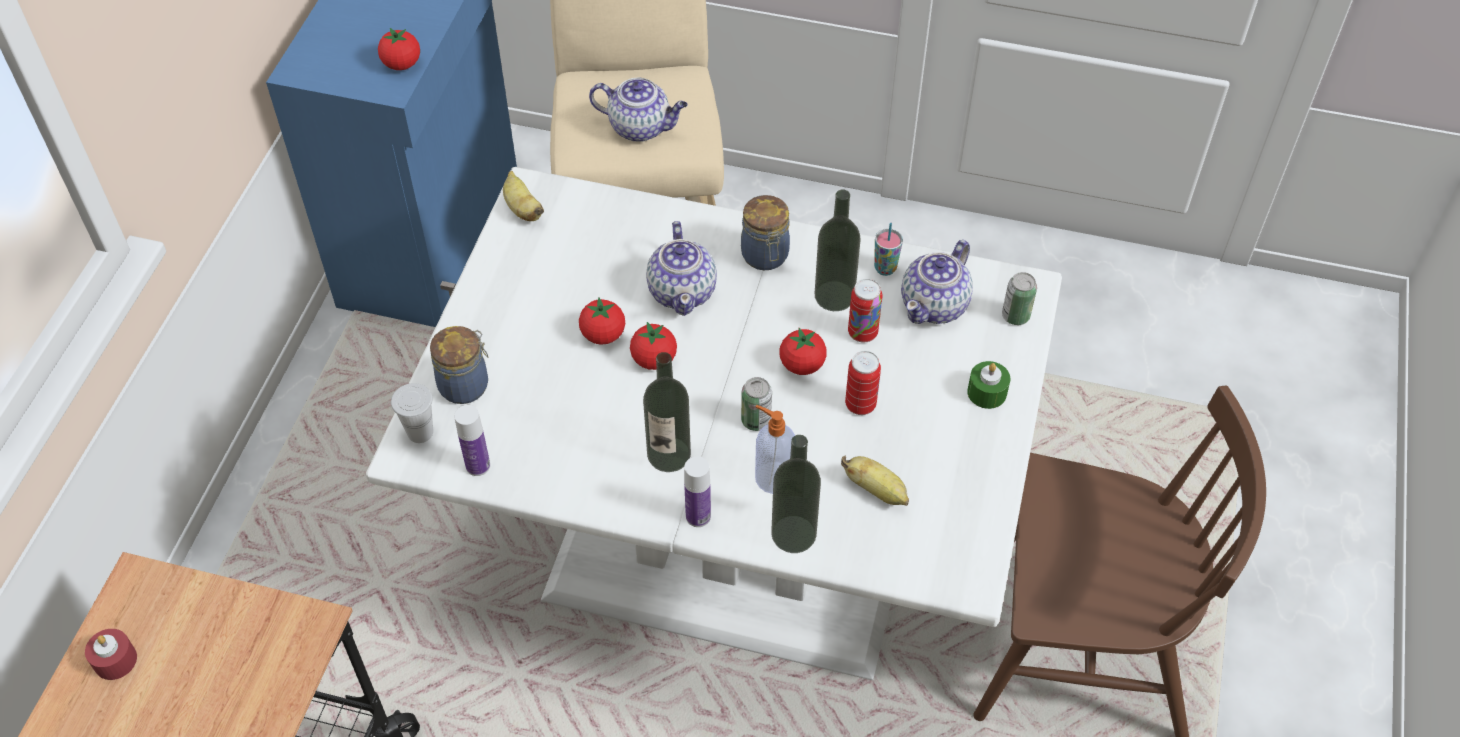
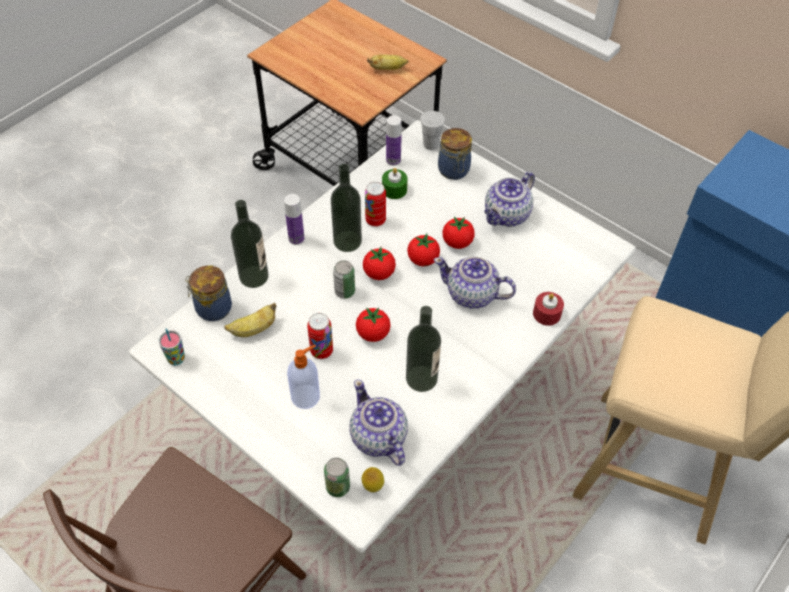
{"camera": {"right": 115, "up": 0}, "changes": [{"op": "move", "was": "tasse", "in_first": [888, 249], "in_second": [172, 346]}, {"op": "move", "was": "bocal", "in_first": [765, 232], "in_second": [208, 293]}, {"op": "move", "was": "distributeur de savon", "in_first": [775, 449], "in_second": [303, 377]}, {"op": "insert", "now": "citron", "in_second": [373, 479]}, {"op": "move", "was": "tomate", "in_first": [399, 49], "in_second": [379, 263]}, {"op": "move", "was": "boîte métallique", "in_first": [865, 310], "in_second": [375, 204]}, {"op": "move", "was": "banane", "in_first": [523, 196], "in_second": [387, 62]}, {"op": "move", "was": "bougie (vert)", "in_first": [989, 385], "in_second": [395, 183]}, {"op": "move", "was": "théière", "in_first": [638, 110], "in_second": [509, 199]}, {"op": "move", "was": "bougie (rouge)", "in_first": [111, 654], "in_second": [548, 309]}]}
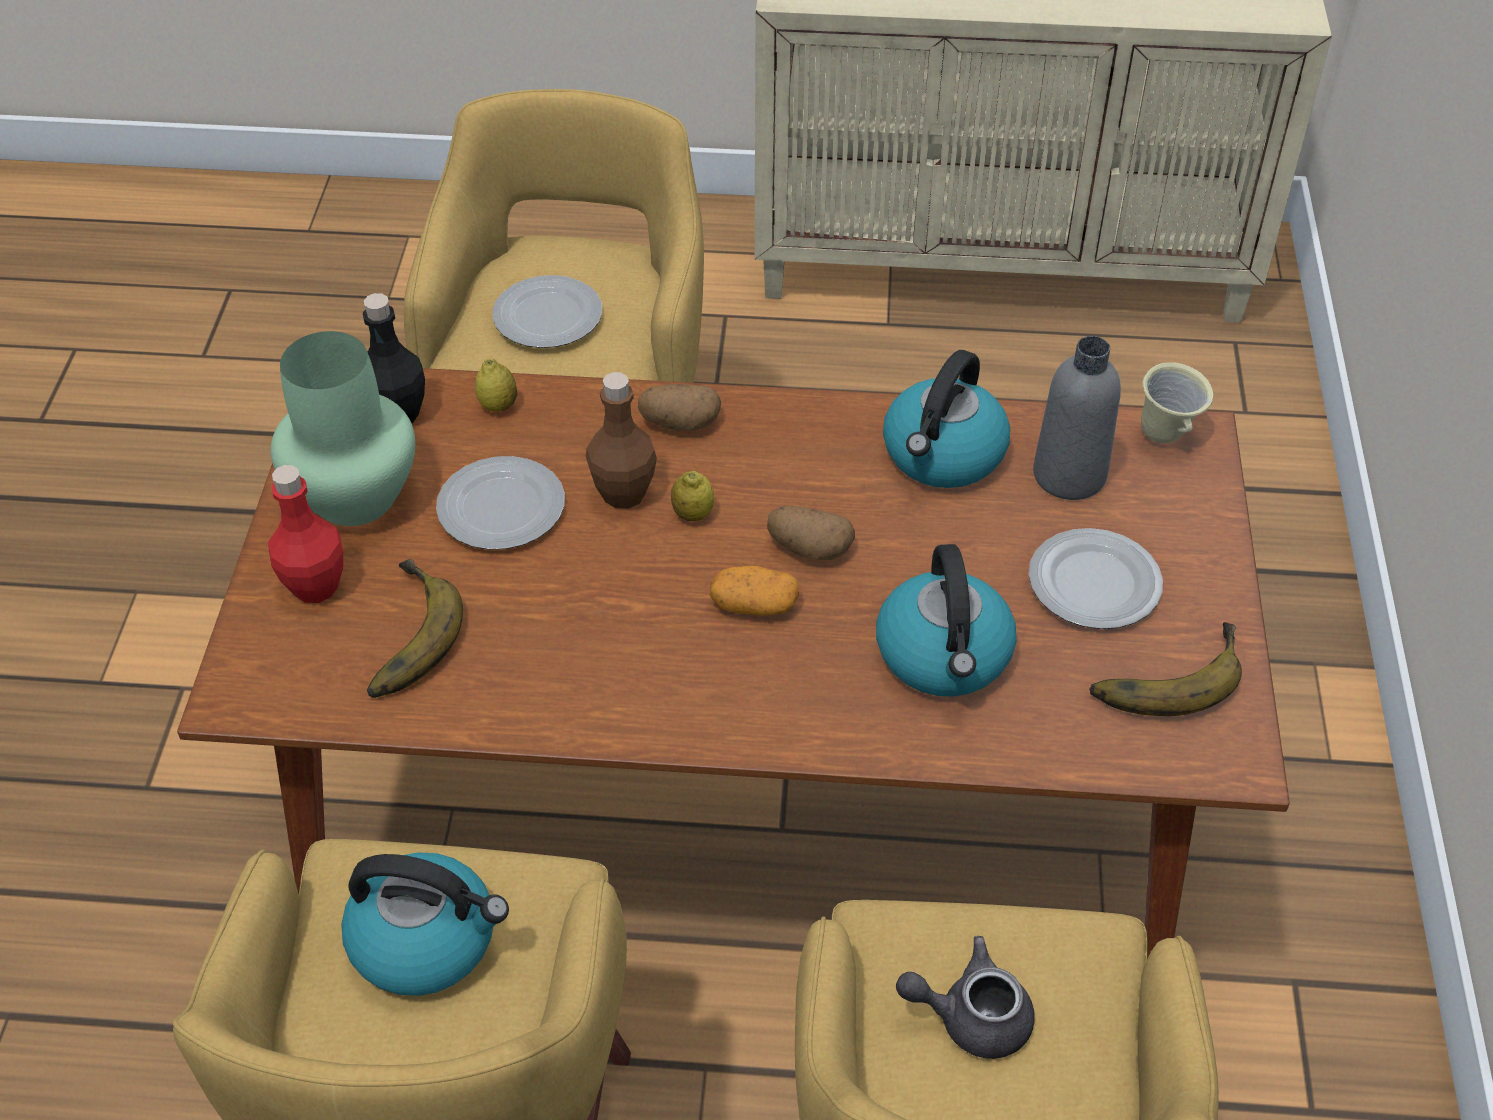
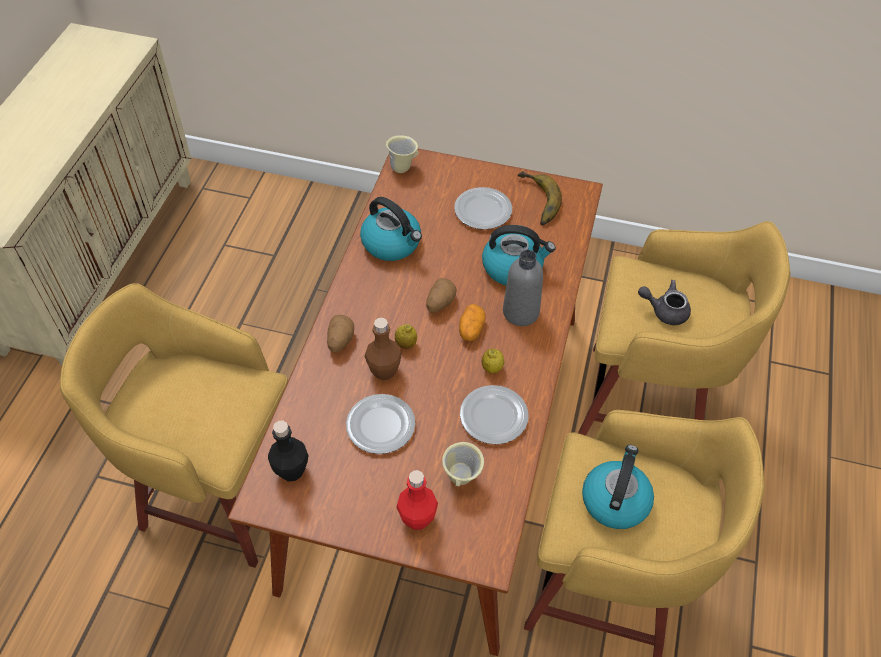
{"camera": {"right": -80, "up": 5}, "changes": [{"op": "replace", "was": "banane", "now": "mug (beige)", "in_first": [415, 628], "in_second": [463, 464]}, {"op": "move", "was": "assiette", "in_first": [547, 311], "in_second": [494, 414]}, {"op": "move", "was": "citron", "in_first": [496, 385], "in_second": [493, 361]}, {"op": "move", "was": "bouteille (gris)", "in_first": [1077, 418], "in_second": [523, 288]}, {"op": "rotate", "was": "théière (gris)", "in_first": [965, 997], "in_second": [664, 302], "clockwise": 90}, {"op": "delete", "was": "vase (vert)", "in_first": [343, 428]}]}
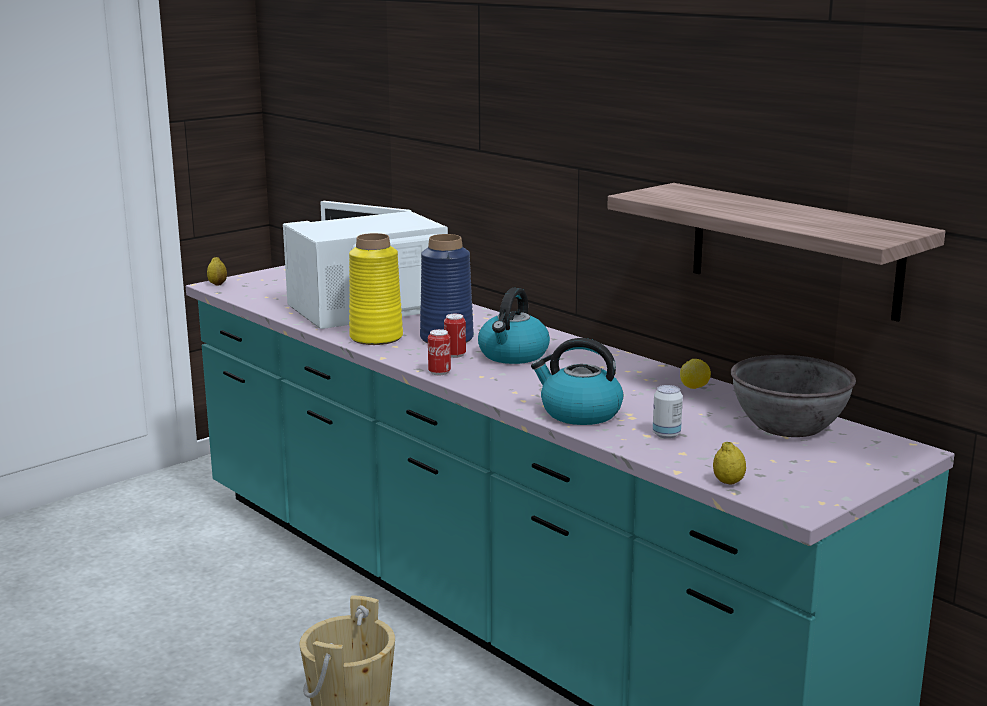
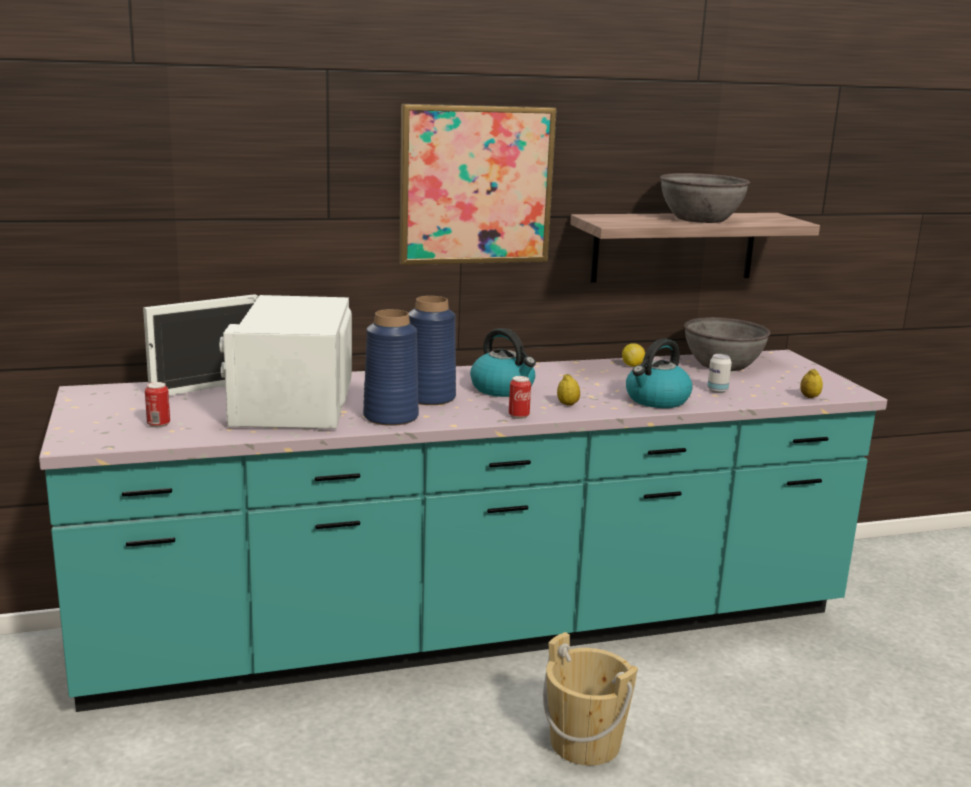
{"camera": {"right": -65, "up": 0}, "changes": [{"op": "move", "was": "boîte métallique", "in_first": [455, 336], "in_second": [157, 405]}, {"op": "recolor", "was": "vase (jaune)", "now": "vase (bleu)", "in_first": [376, 289], "in_second": [391, 367]}, {"op": "insert", "now": "tableau", "in_second": [478, 184]}, {"op": "move", "was": "citron", "in_first": [217, 271], "in_second": [568, 390]}, {"op": "insert", "now": "bol (gris)", "in_second": [705, 198]}]}
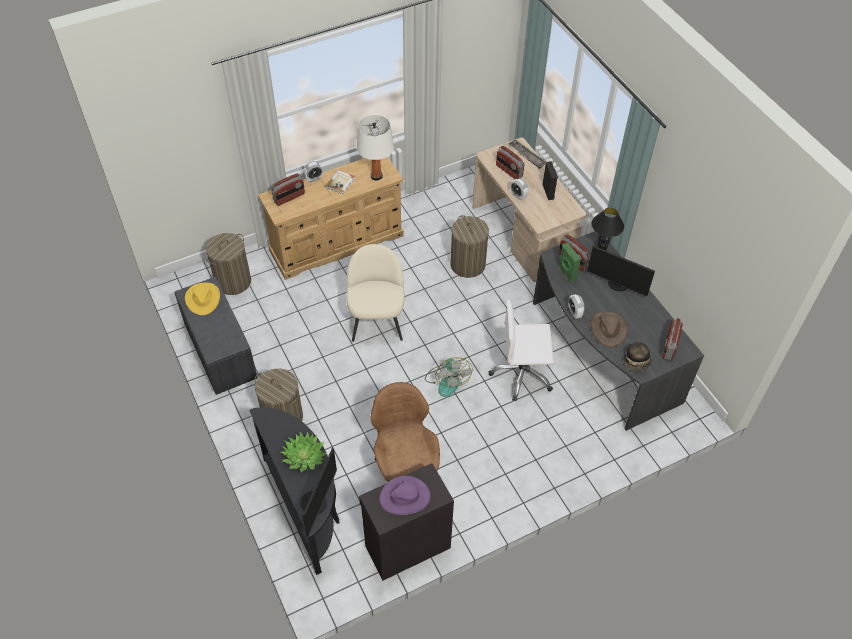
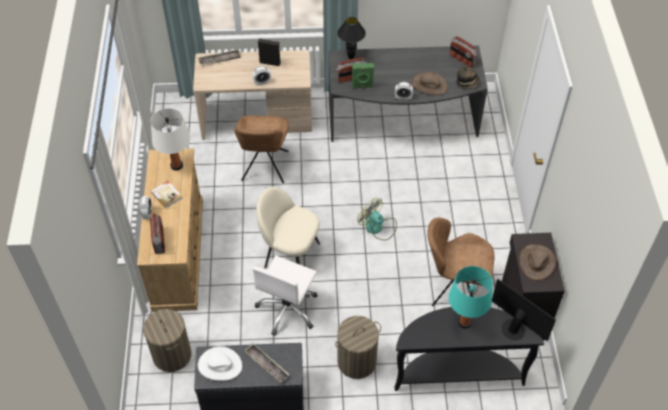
{"camera": {"right": -65, "up": 0}, "changes": [{"op": "recolor", "was": "chapeau (jaune)", "now": "chapeau (blanc)", "in_first": [202, 298], "in_second": [220, 363]}, {"op": "replace", "was": "panier à linge", "now": "chaise (marron)", "in_first": [469, 246], "in_second": [261, 149]}, {"op": "insert", "now": "plateau", "in_second": [266, 363]}, {"op": "move", "was": "chaise de bureau (blanc)", "in_first": [521, 350], "in_second": [285, 296]}, {"op": "rotate", "was": "ventilateur", "in_first": [449, 377], "in_second": [377, 219], "clockwise": -150}, {"op": "replace", "was": "plante en pot", "now": "lampe de table (turquoise)", "in_first": [303, 452], "in_second": [470, 297]}, {"op": "recolor", "was": "chapeau (violet)", "now": "chapeau (marron)", "in_first": [405, 495], "in_second": [537, 262]}, {"op": "delete", "was": "radio", "in_first": [510, 162]}, {"op": "delete", "was": "écran d'ordinateur", "in_first": [621, 270]}]}
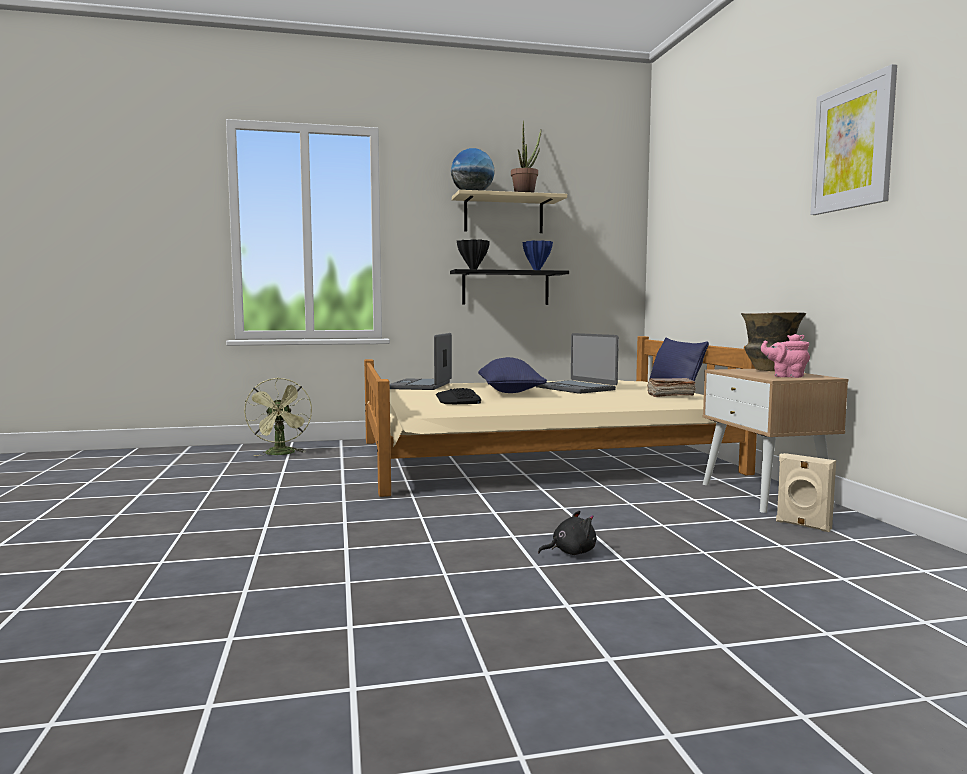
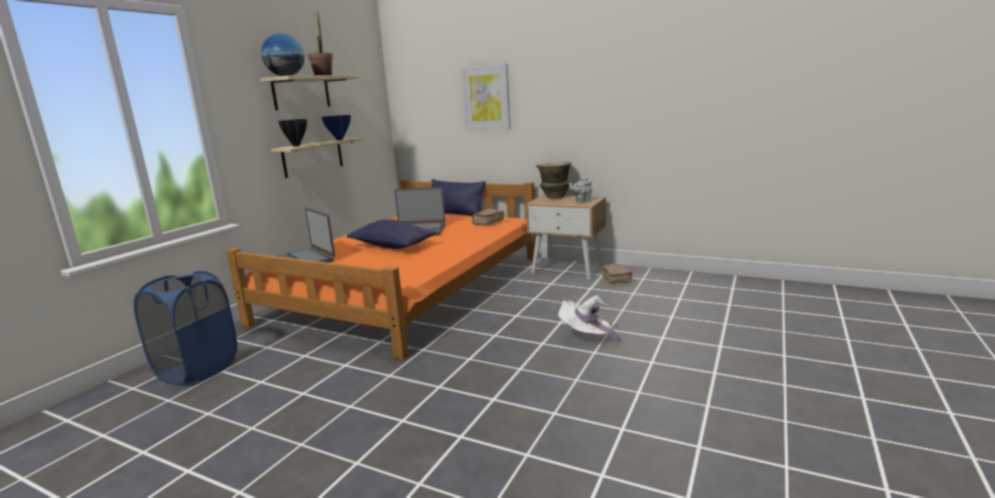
{"camera": {"right": -50, "up": 10}, "changes": [{"op": "replace", "was": "ventilateur (vert)", "now": "panier à linge (bleu)", "in_first": [278, 416], "in_second": [185, 328]}, {"op": "recolor", "was": "lit (beige)", "now": "lit (orange)", "in_first": [560, 416], "in_second": [381, 269]}, {"op": "recolor", "was": "étagère (noir)", "now": "étagère (beige)", "in_first": [509, 287], "in_second": [317, 158]}, {"op": "move", "was": "tableau", "in_first": [854, 139], "in_second": [486, 97]}, {"op": "replace", "was": "peluche (noir)", "now": "chapeau (blanc)", "in_first": [567, 533], "in_second": [590, 319]}, {"op": "recolor", "was": "théière (rose)", "now": "théière (gris)", "in_first": [785, 356], "in_second": [581, 190]}, {"op": "replace", "was": "enceinte (beige)", "now": "livre (marron)", "in_first": [806, 492], "in_second": [617, 274]}, {"op": "delete", "was": "clavier", "in_first": [458, 396]}]}
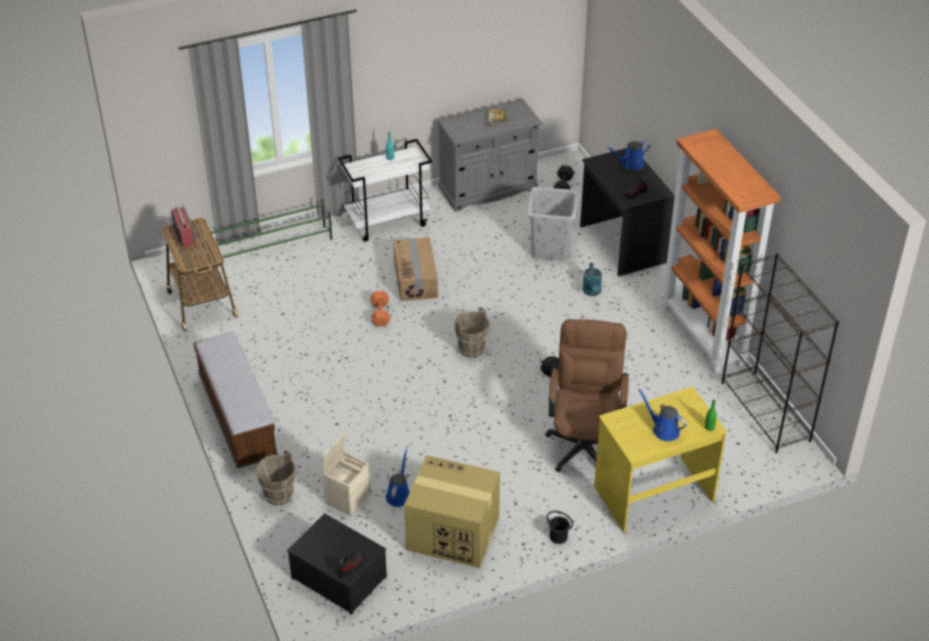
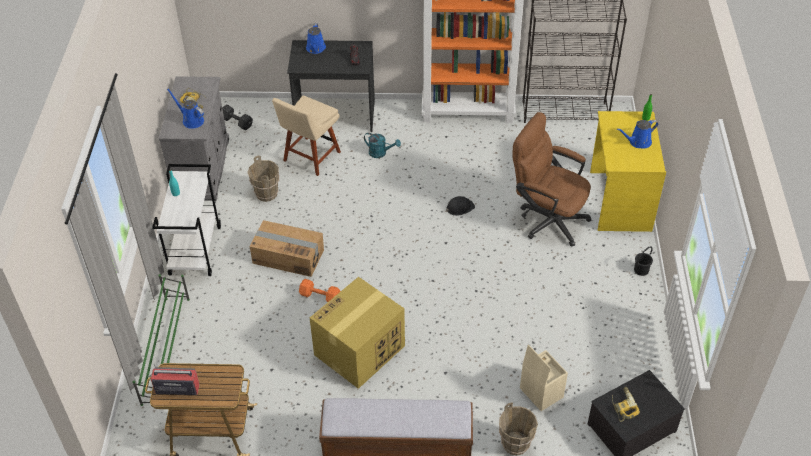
{"camera": {"right": -65, "up": 5}, "changes": [{"op": "move", "was": "arrosoir (bleu)", "in_first": [397, 478], "in_second": [185, 108]}, {"op": "move", "was": "seau (marron)", "in_first": [471, 332], "in_second": [263, 179]}, {"op": "replace", "was": "panier à linge (gris)", "now": "chaise (beige)", "in_first": [553, 223], "in_second": [306, 136]}, {"op": "move", "was": "carton", "in_first": [452, 511], "in_second": [357, 333]}, {"op": "insert", "now": "perceuse", "in_second": [626, 404]}, {"op": "delete", "was": "chaussure", "in_first": [350, 565]}]}
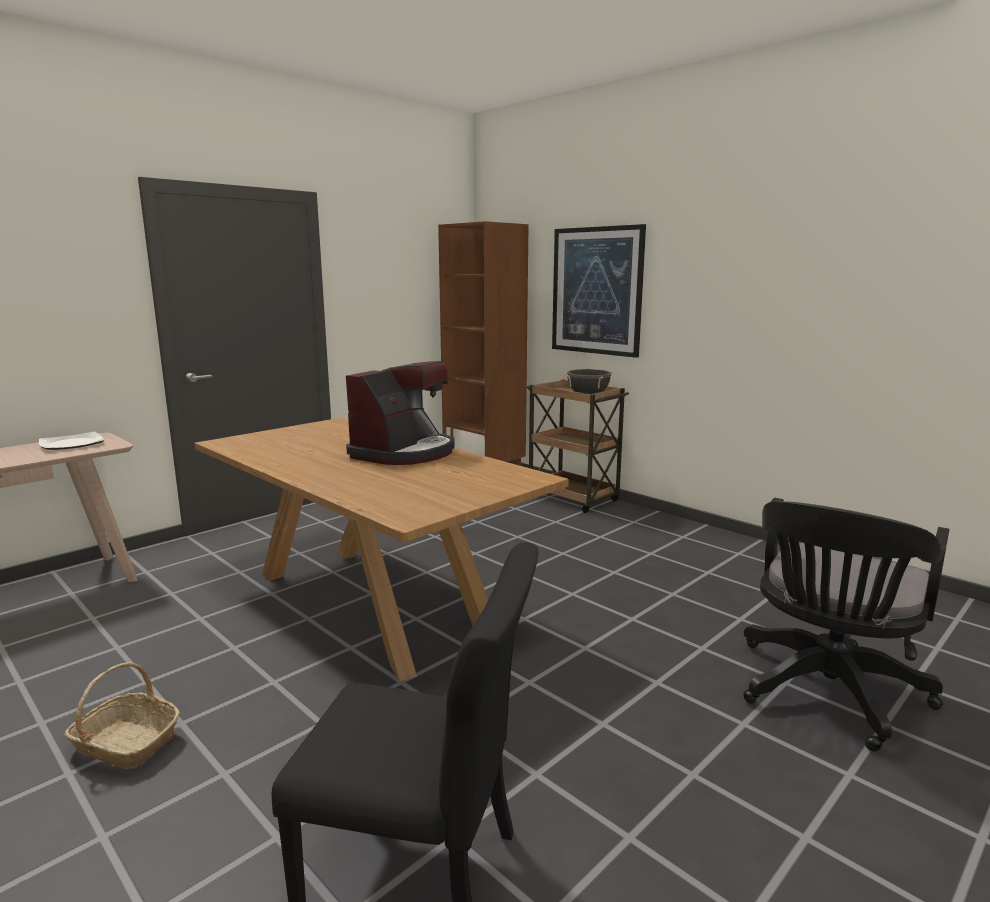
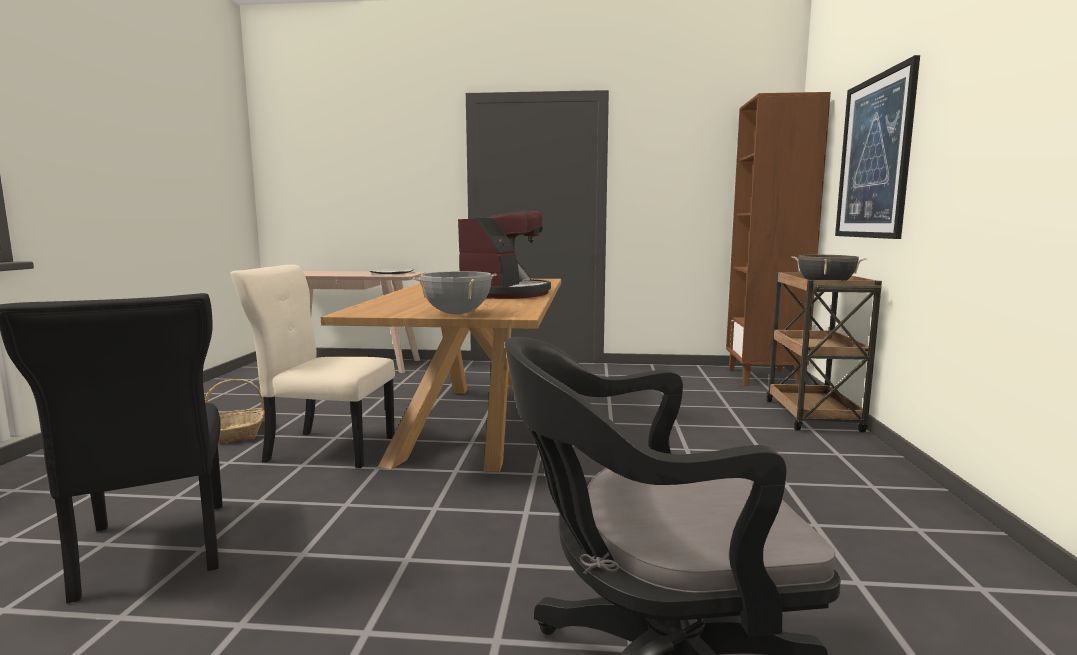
{"camera": {"right": 50, "up": -5}, "changes": [{"op": "insert", "now": "chaise (beige)", "in_second": [312, 366]}, {"op": "insert", "now": "marmite (gris)", "in_second": [455, 293]}, {"op": "rotate", "was": "machine à café", "in_first": [400, 413], "in_second": [504, 254], "clockwise": -60}]}
